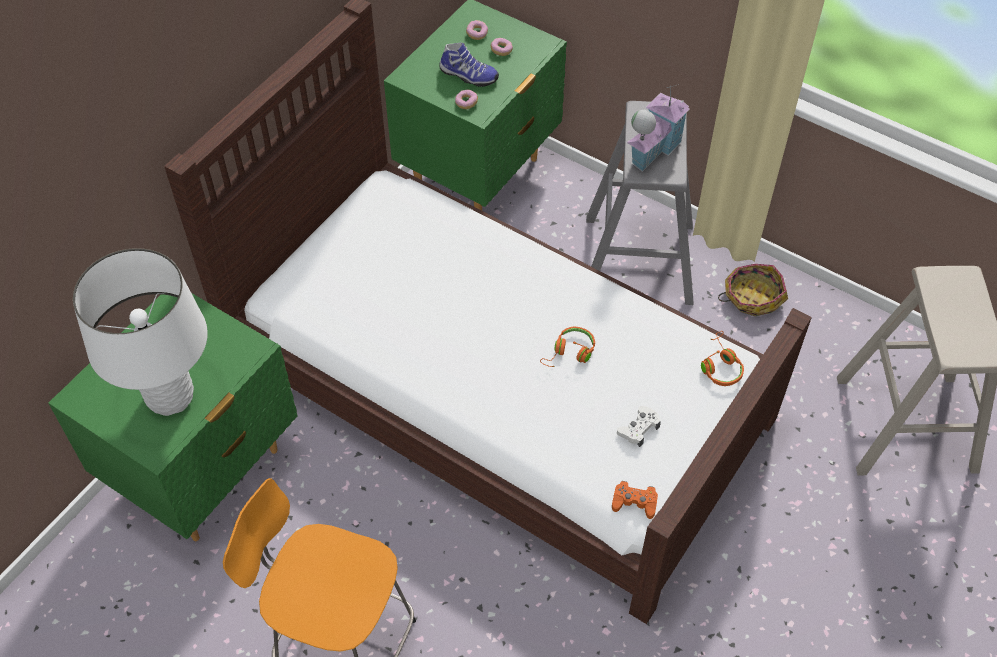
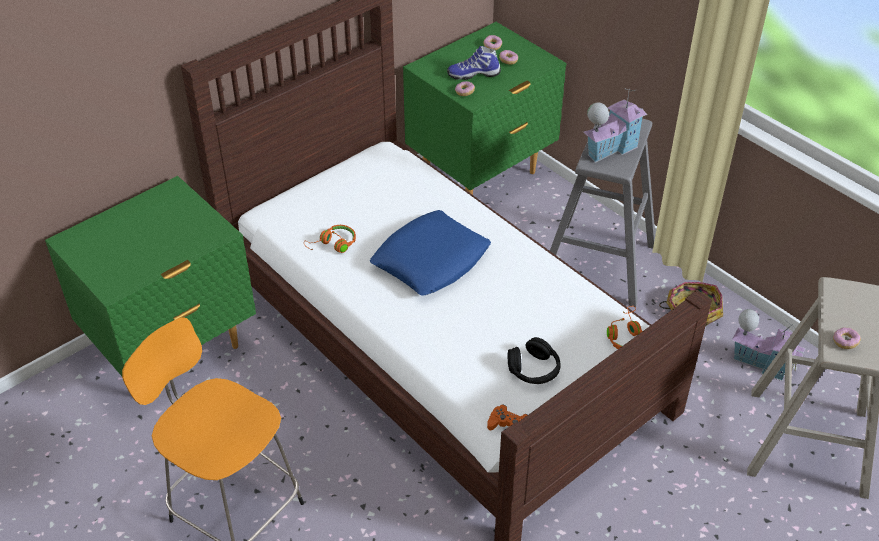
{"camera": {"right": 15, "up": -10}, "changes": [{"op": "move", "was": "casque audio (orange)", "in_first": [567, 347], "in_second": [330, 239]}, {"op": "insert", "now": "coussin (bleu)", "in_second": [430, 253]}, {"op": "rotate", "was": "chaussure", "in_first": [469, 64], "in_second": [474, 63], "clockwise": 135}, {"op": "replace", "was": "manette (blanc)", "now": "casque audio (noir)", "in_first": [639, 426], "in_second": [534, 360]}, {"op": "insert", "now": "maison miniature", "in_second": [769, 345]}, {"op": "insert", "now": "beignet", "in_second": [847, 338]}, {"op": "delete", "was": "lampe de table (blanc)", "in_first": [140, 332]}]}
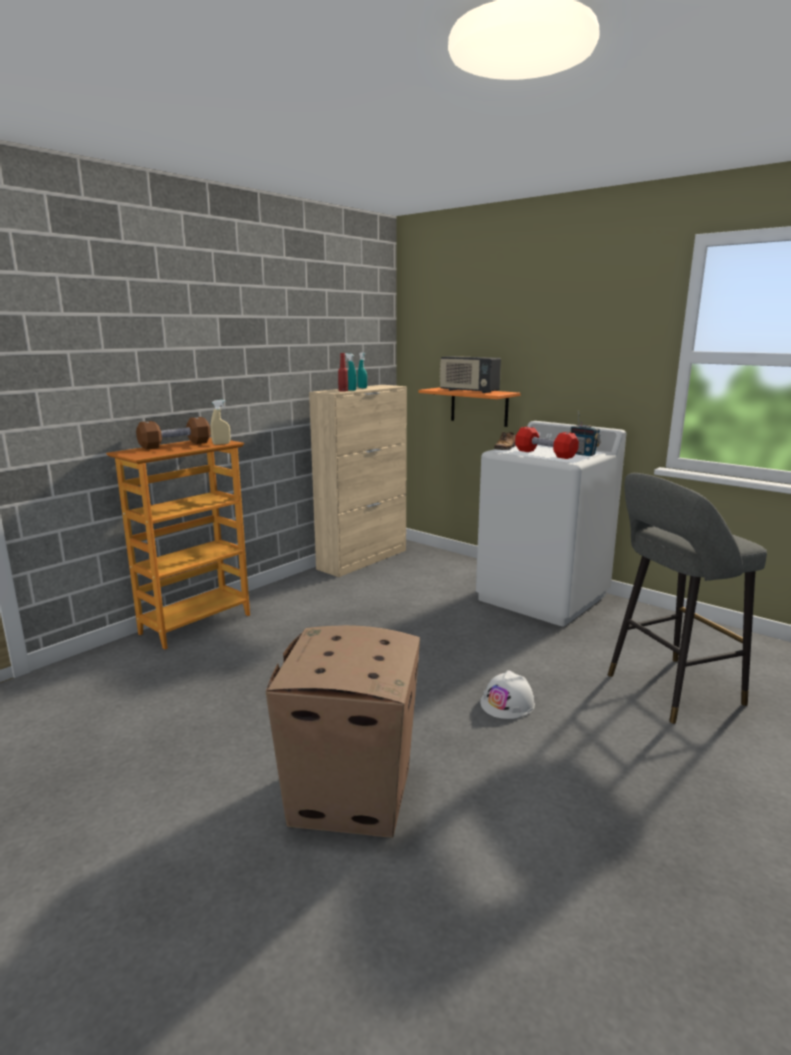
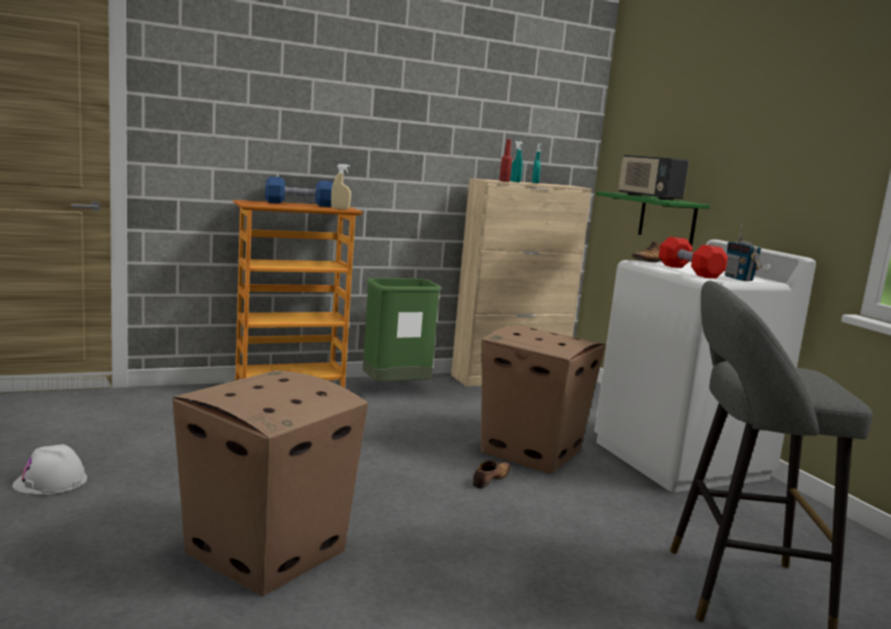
{"camera": {"right": 25, "up": -5}, "changes": [{"op": "move", "was": "casque de chantier (blanc)", "in_first": [507, 694], "in_second": [49, 469]}, {"op": "recolor", "was": "haltère (marron)", "now": "haltère (bleu)", "in_first": [173, 433], "in_second": [299, 191]}, {"op": "insert", "now": "poubelle (vert)", "in_second": [402, 330]}, {"op": "insert", "now": "chaussure", "in_second": [492, 474]}, {"op": "insert", "now": "carton", "in_second": [542, 399]}, {"op": "recolor", "was": "étagère (orange)", "now": "étagère (vert)", "in_first": [469, 407], "in_second": [653, 219]}]}
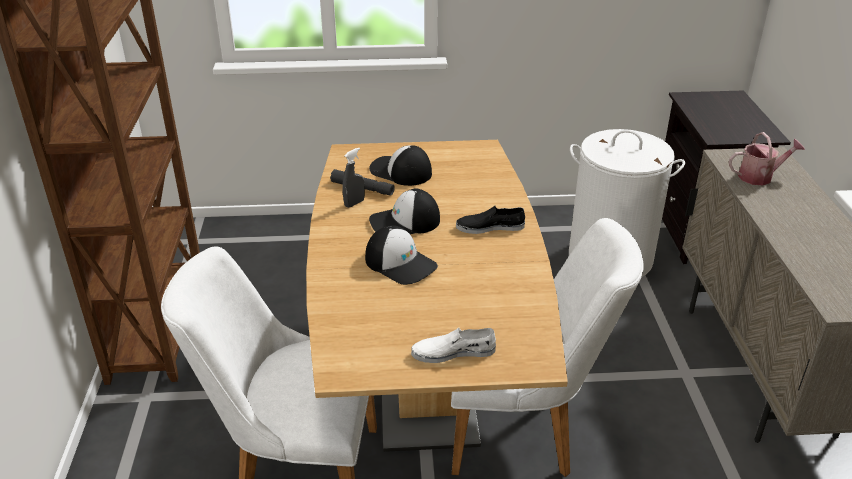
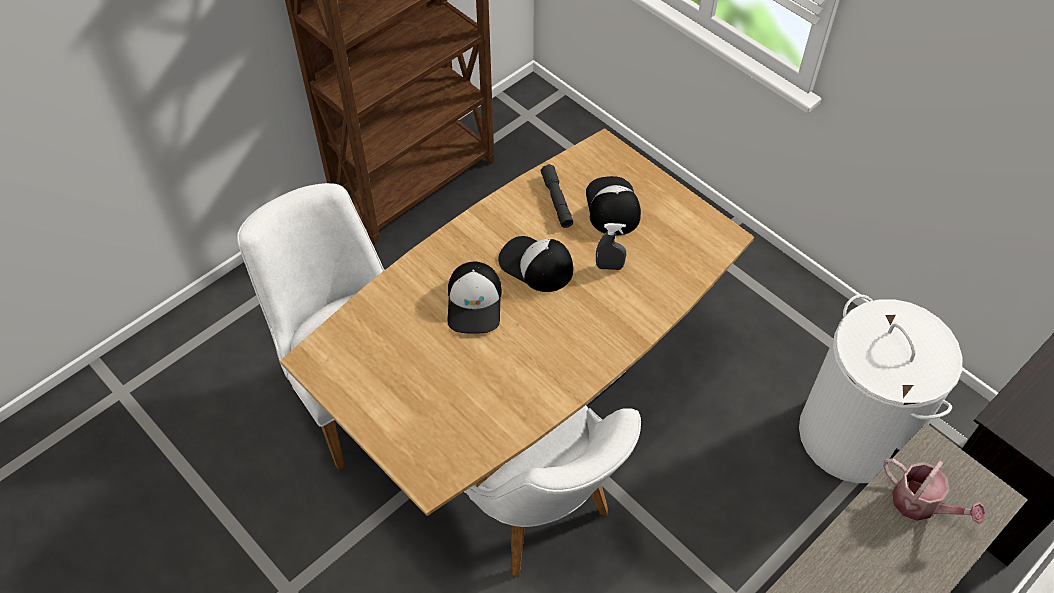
{"camera": {"right": 50, "up": 20}, "changes": [{"op": "move", "was": "vaporisateur (gris)", "in_first": [354, 178], "in_second": [611, 246]}, {"op": "delete", "was": "chaussure (blanc)", "in_first": [453, 345]}, {"op": "delete", "was": "chaussure (noir)", "in_first": [490, 220]}]}
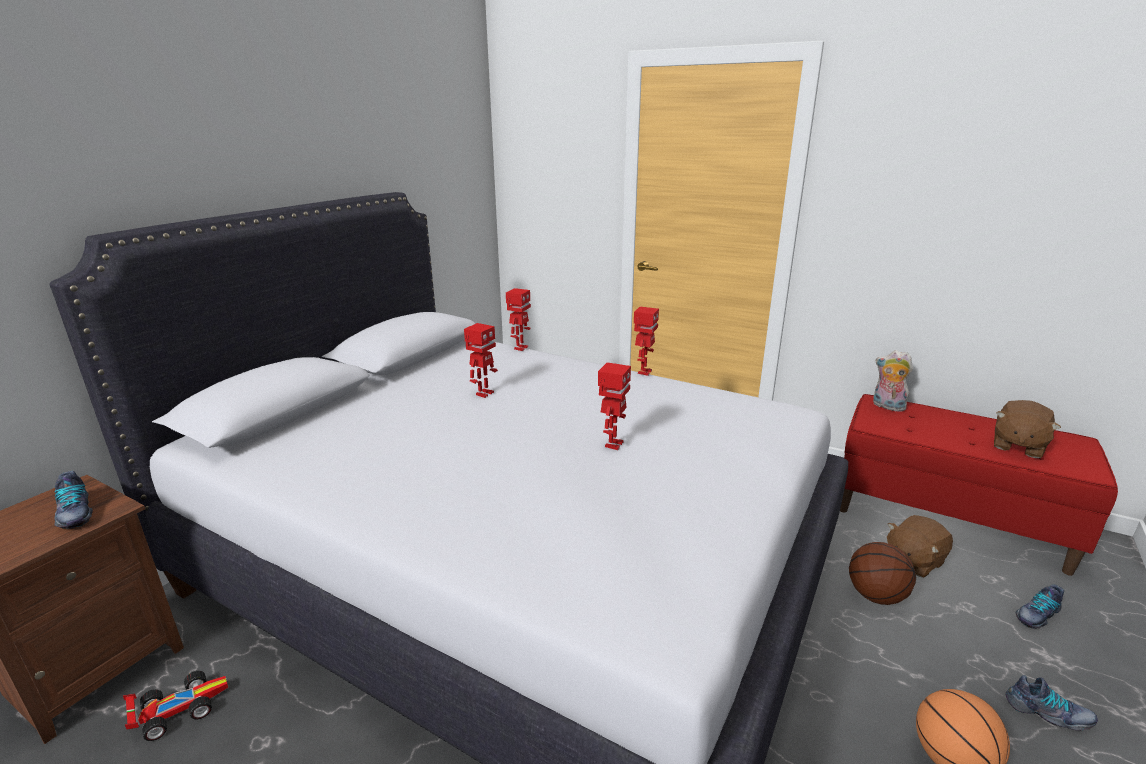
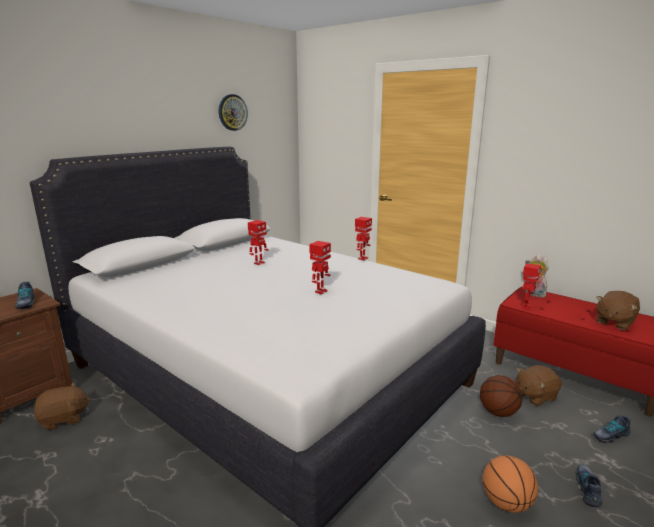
{"camera": {"right": 10, "up": -5}, "changes": [{"op": "replace", "was": "petite voiture", "now": "peluche (marron)", "in_first": [176, 706], "in_second": [62, 406]}, {"op": "insert", "now": "horloge murale", "in_second": [233, 112]}, {"op": "move", "was": "robot jouet", "in_first": [518, 319], "in_second": [531, 286]}, {"op": "rotate", "was": "chaussure", "in_first": [1052, 703], "in_second": [589, 485], "clockwise": -105}]}
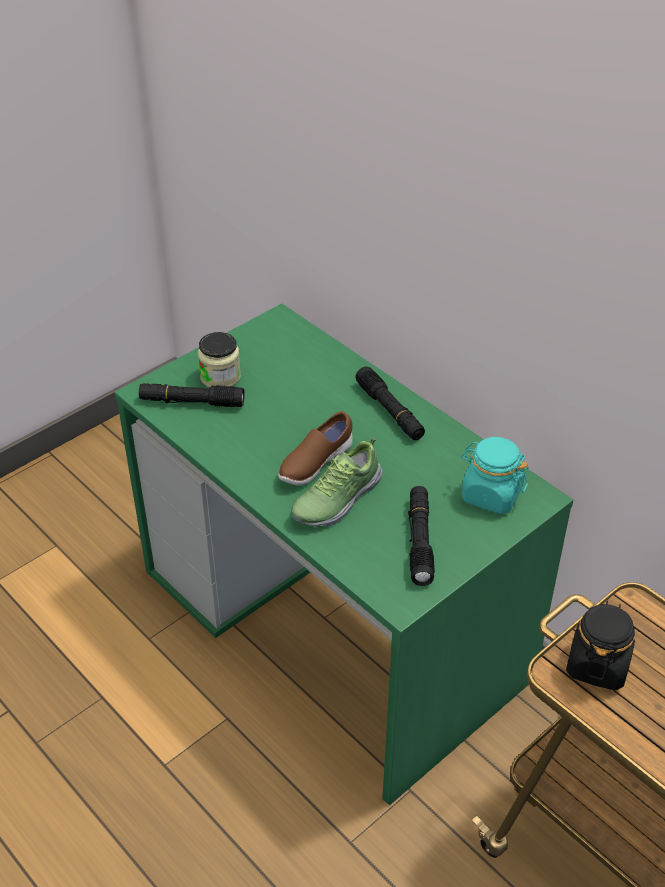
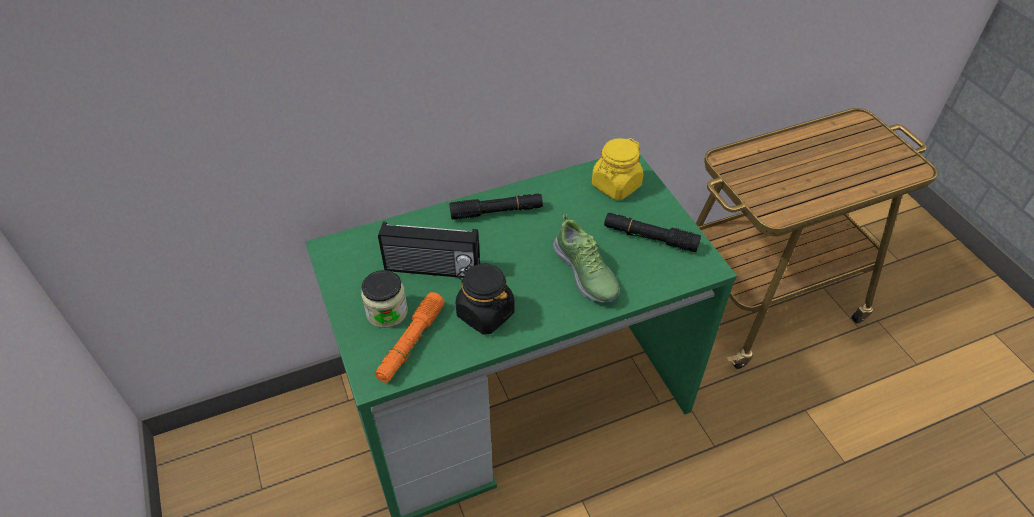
{"camera": {"right": -70, "up": 5}, "changes": [{"op": "recolor", "was": "lampe de poche (noir)", "now": "lampe de poche (orange)", "in_first": [192, 395], "in_second": [410, 337]}, {"op": "insert", "now": "radio", "in_second": [429, 249]}, {"op": "move", "was": "bocal (noir)", "in_first": [600, 645], "in_second": [485, 299]}, {"op": "recolor", "was": "bocal (turquoise)", "now": "bocal (jaune)", "in_first": [495, 475], "in_second": [617, 169]}, {"op": "delete", "was": "chaussure (marron)", "in_first": [315, 448]}]}
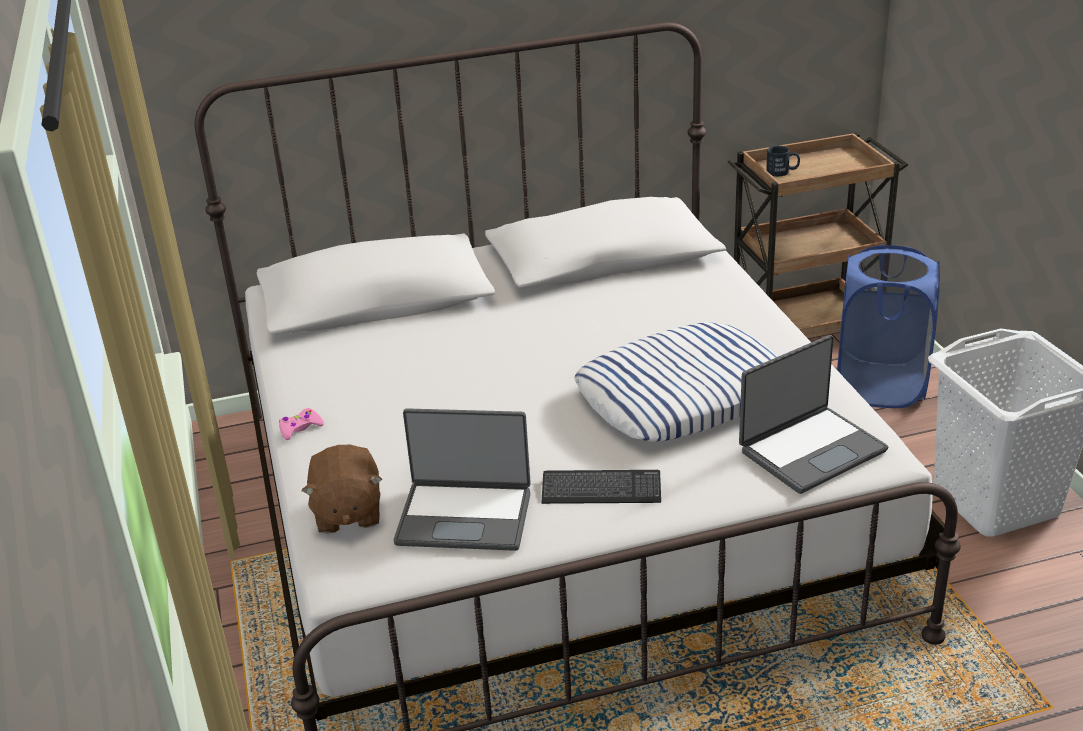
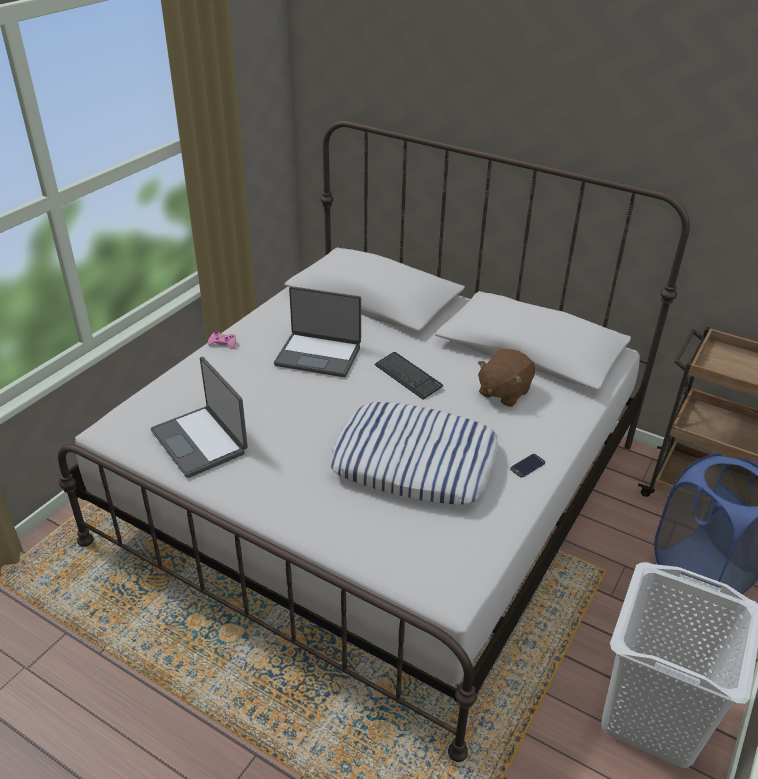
{"camera": {"right": 45, "up": 5}, "changes": [{"op": "move", "was": "ordinateur portable", "in_first": [813, 414], "in_second": [317, 331]}, {"op": "move", "was": "clavier", "in_first": [601, 487], "in_second": [408, 376]}, {"op": "move", "was": "peluche (marron)", "in_first": [342, 489], "in_second": [506, 378]}, {"op": "insert", "now": "téléphone", "in_second": [527, 465]}, {"op": "delete", "was": "mug (noir)", "in_first": [783, 161]}]}
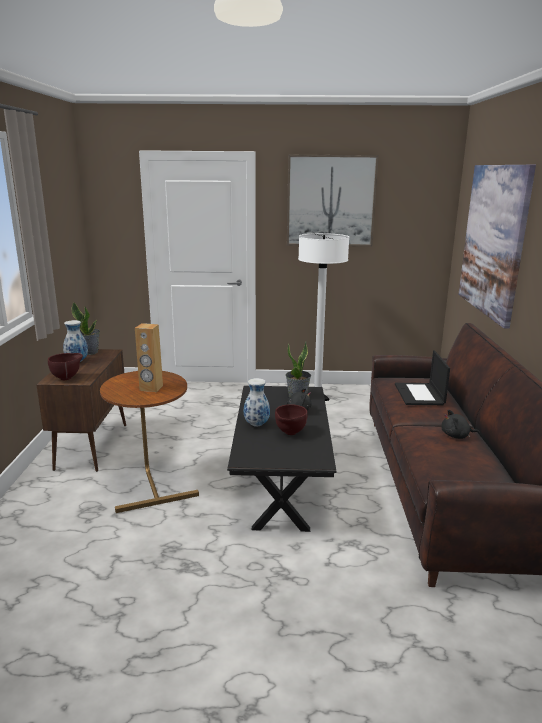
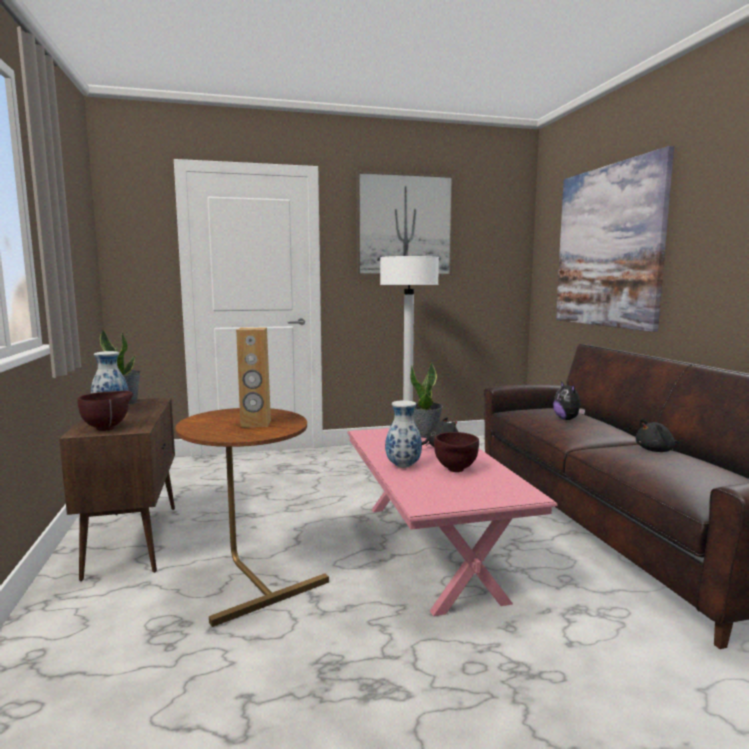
{"camera": {"right": -15, "up": -10}, "changes": [{"op": "recolor", "was": "table basse (noir)", "now": "table basse (rose)", "in_first": [282, 459], "in_second": [452, 522]}, {"op": "replace", "was": "ordinateur portable", "now": "peluche", "in_first": [422, 378], "in_second": [569, 400]}]}
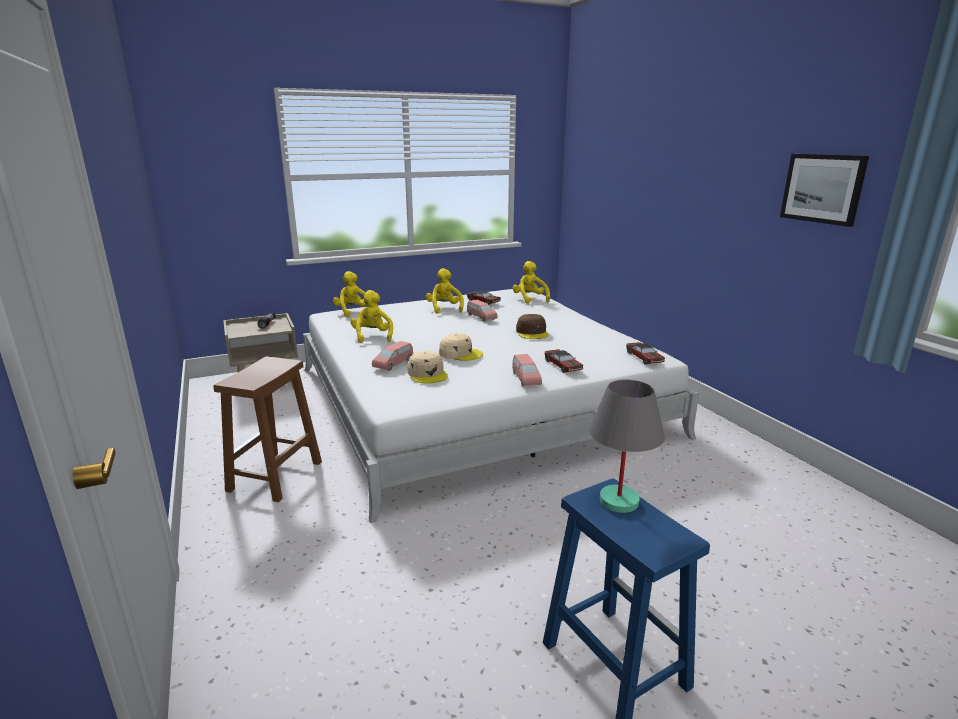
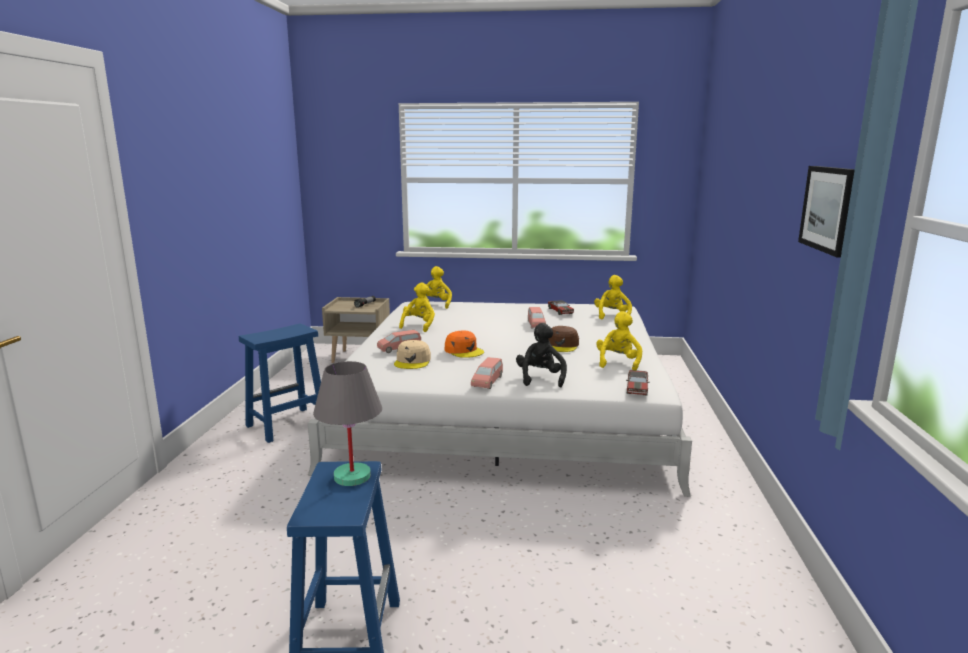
{"camera": {"right": 30, "up": -5}, "changes": [{"op": "recolor", "was": "tabouret (marron)", "now": "tabouret (bleu)", "in_first": [267, 429], "in_second": [280, 383]}, {"op": "recolor", "was": "casquette (beige)", "now": "casquette (orange)", "in_first": [461, 347], "in_second": [464, 344]}, {"op": "replace", "was": "petite voiture", "now": "peluche (noir)", "in_first": [563, 361], "in_second": [541, 355]}, {"op": "move", "was": "peluche (jaune)", "in_first": [445, 291], "in_second": [619, 340]}]}
